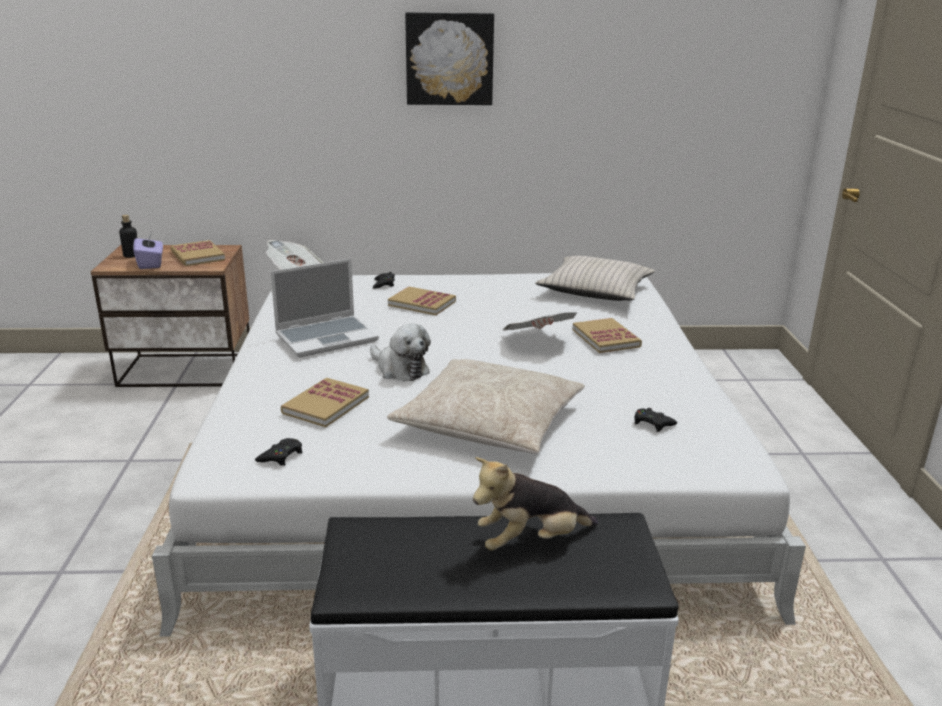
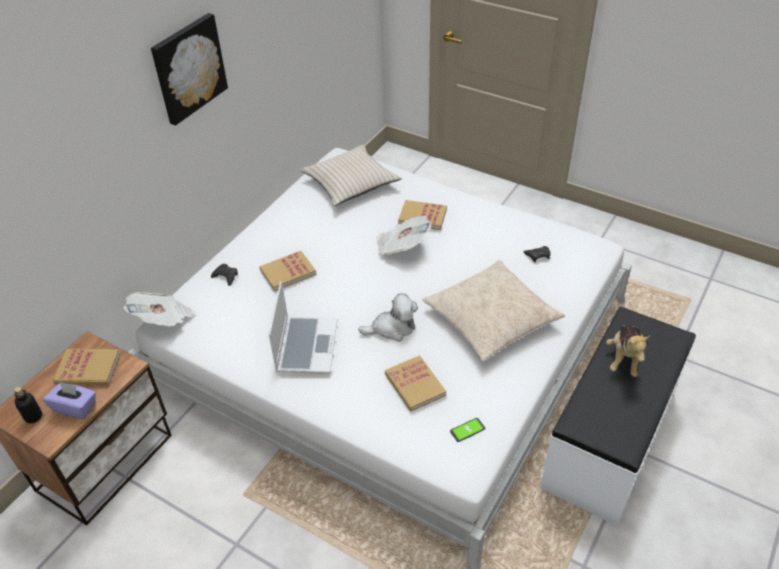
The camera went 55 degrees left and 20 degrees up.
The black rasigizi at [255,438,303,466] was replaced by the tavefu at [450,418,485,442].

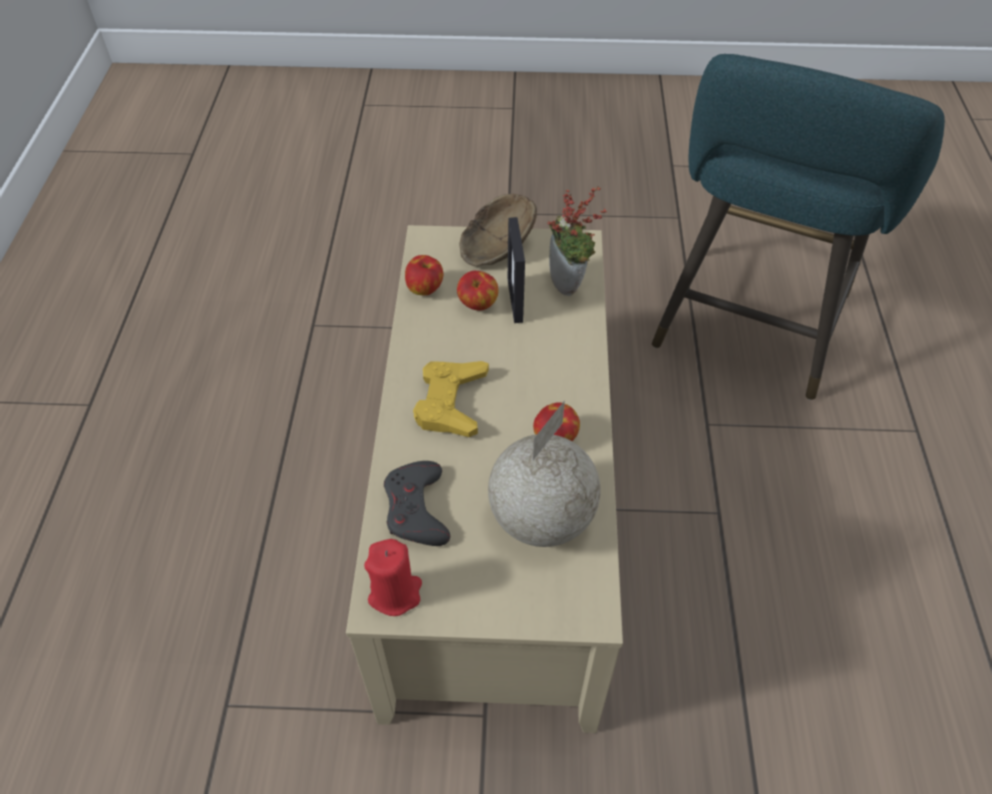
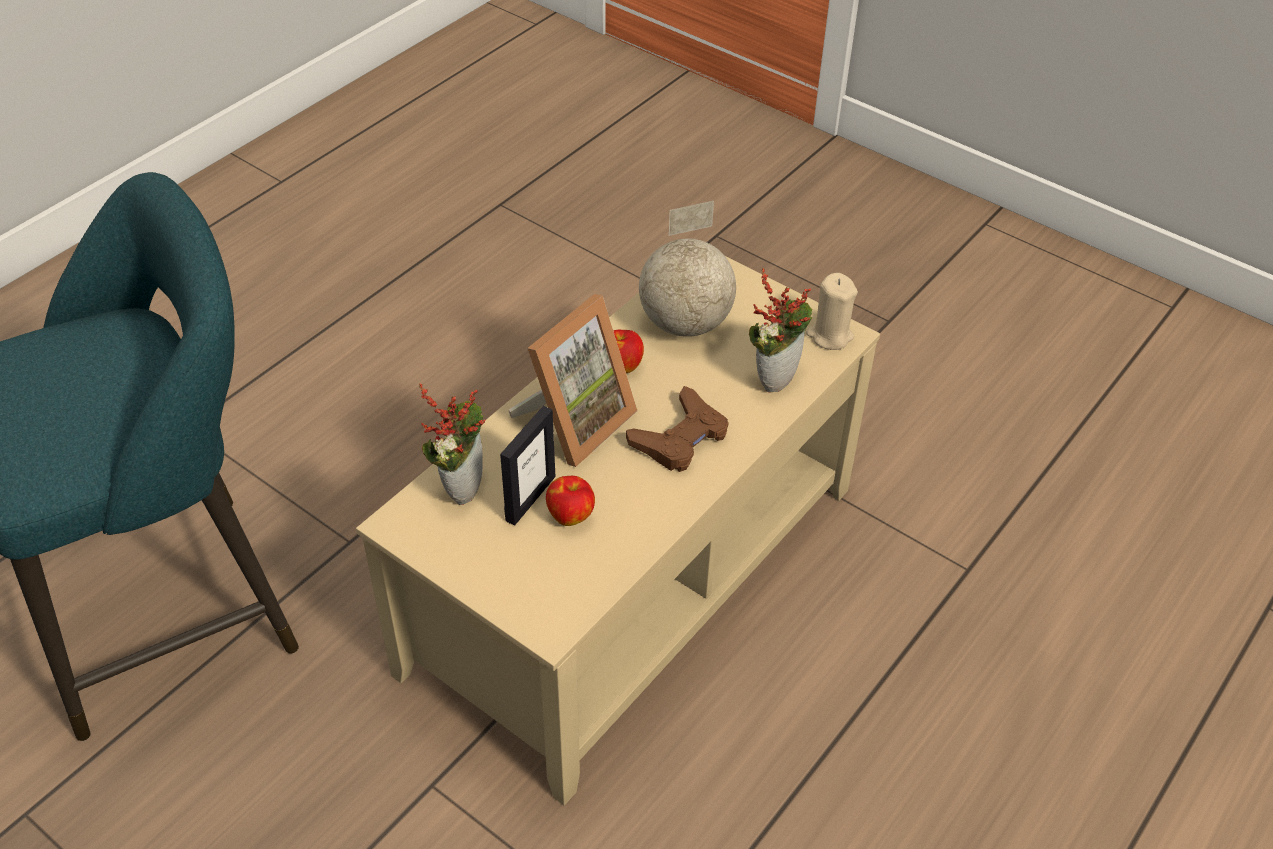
The camera went 145 degrees left and 5 degrees down.
The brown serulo at [460,194,537,266] disappeared.
The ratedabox at [405,255,443,295] disappeared.
The yellow rasigizi at [413,361,489,437] became the brown rasigizi at [626,386,729,472].
The grey rasigizi at [384,461,450,546] was replaced by the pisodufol at [749,268,812,393].
The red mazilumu at [364,539,422,616] became the beige mazilumu at [806,273,858,350].
The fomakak at [509,294,637,467] appeared.

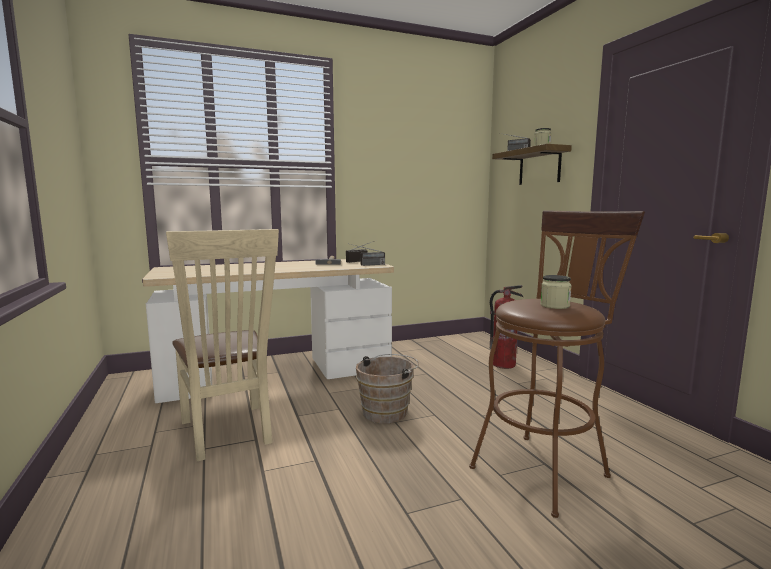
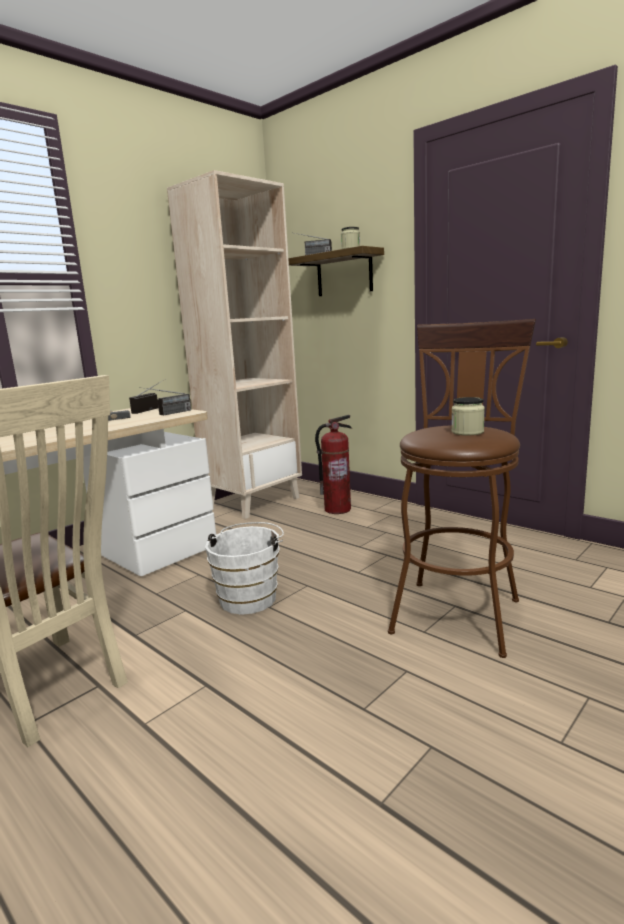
The camera went 25 degrees left and 5 degrees up.
The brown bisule at [356,354,419,423] became the white bisule at [205,522,284,615].
The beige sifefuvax at [167,170,302,519] appeared.

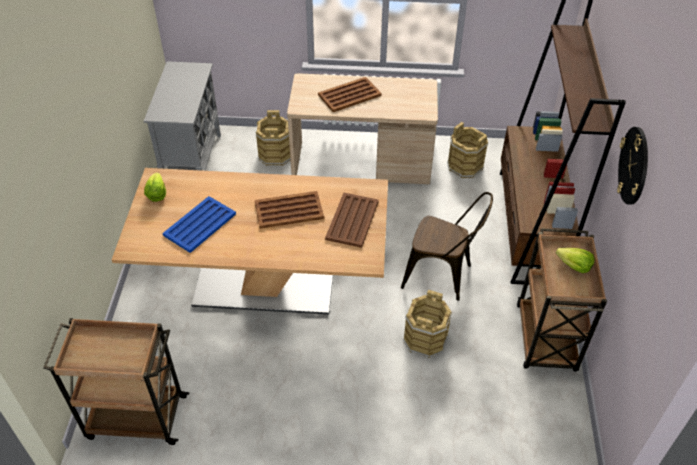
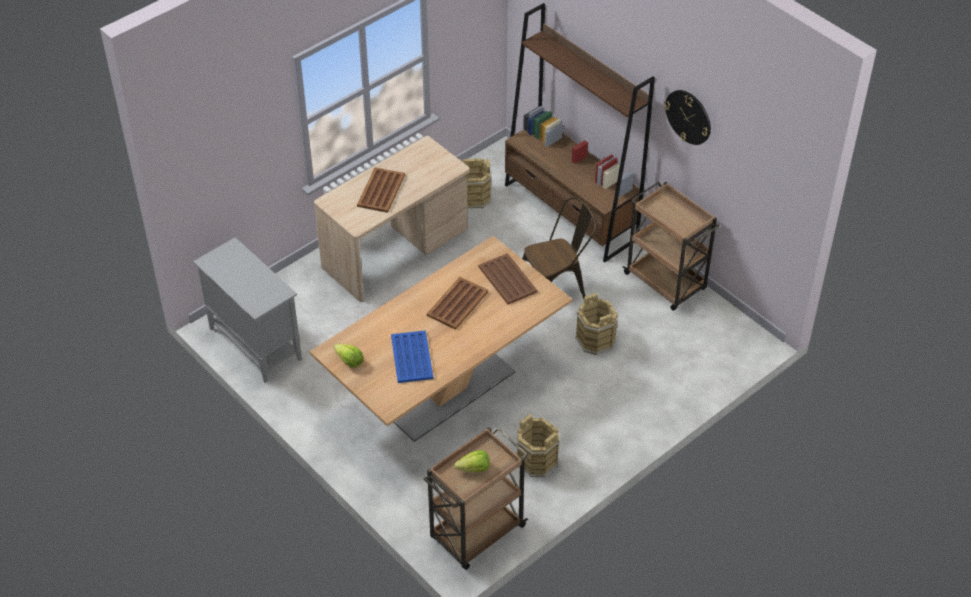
The camera went 45 degrees left and 0 degrees up.
The brown bisule moved from [256,110,290,166] to [516,414,560,477].
The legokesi moved from [556,248,595,273] to [454,450,490,472].

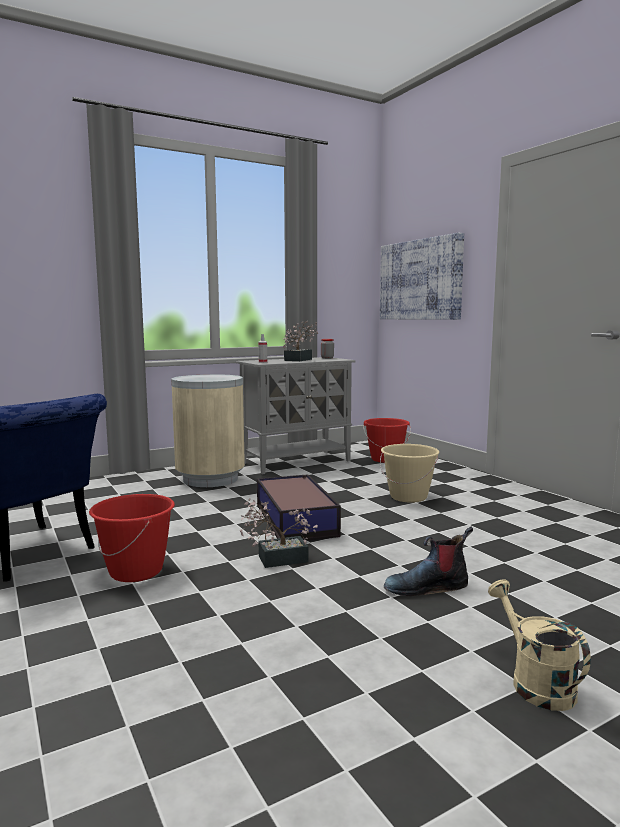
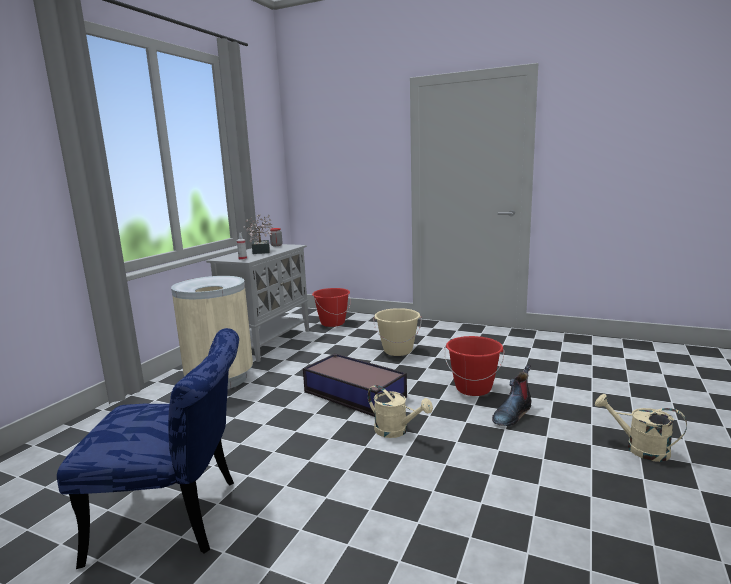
The camera went 35 degrees left and 5 degrees up.
The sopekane at [380,233,464,320] disappeared.
The red bisule moved from [89,494,175,582] to [445,336,504,396].
The pisodufol at [240,498,318,568] was replaced by the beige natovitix at [368,385,433,438].

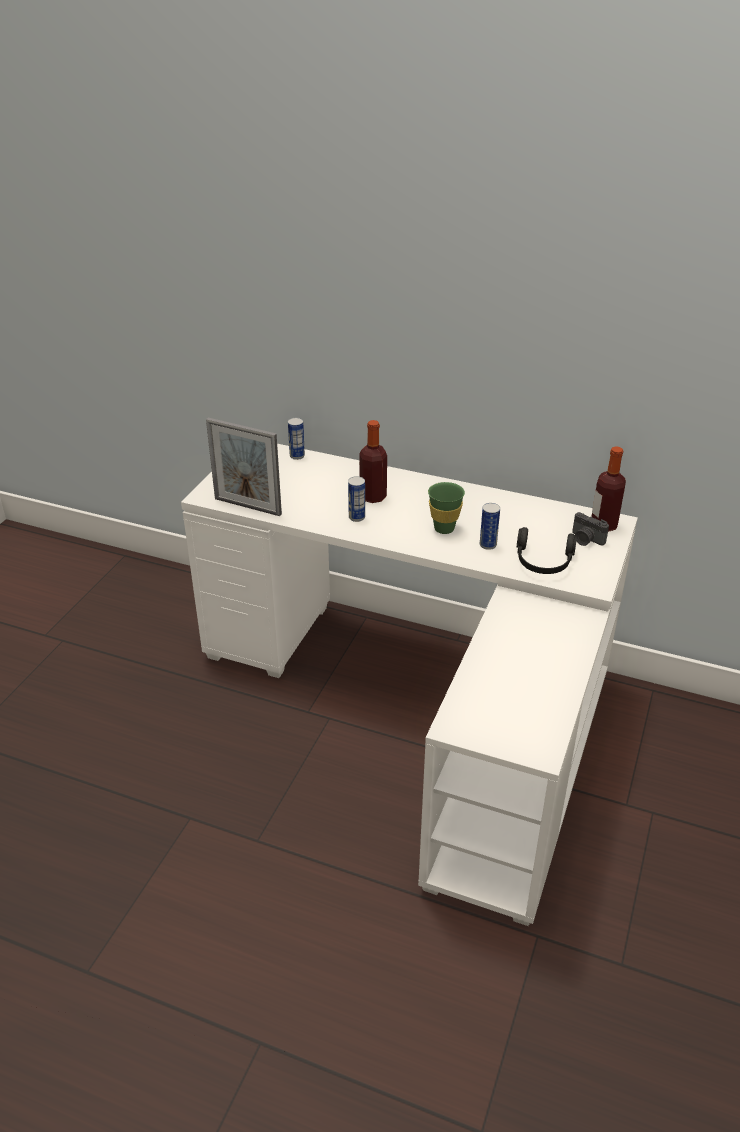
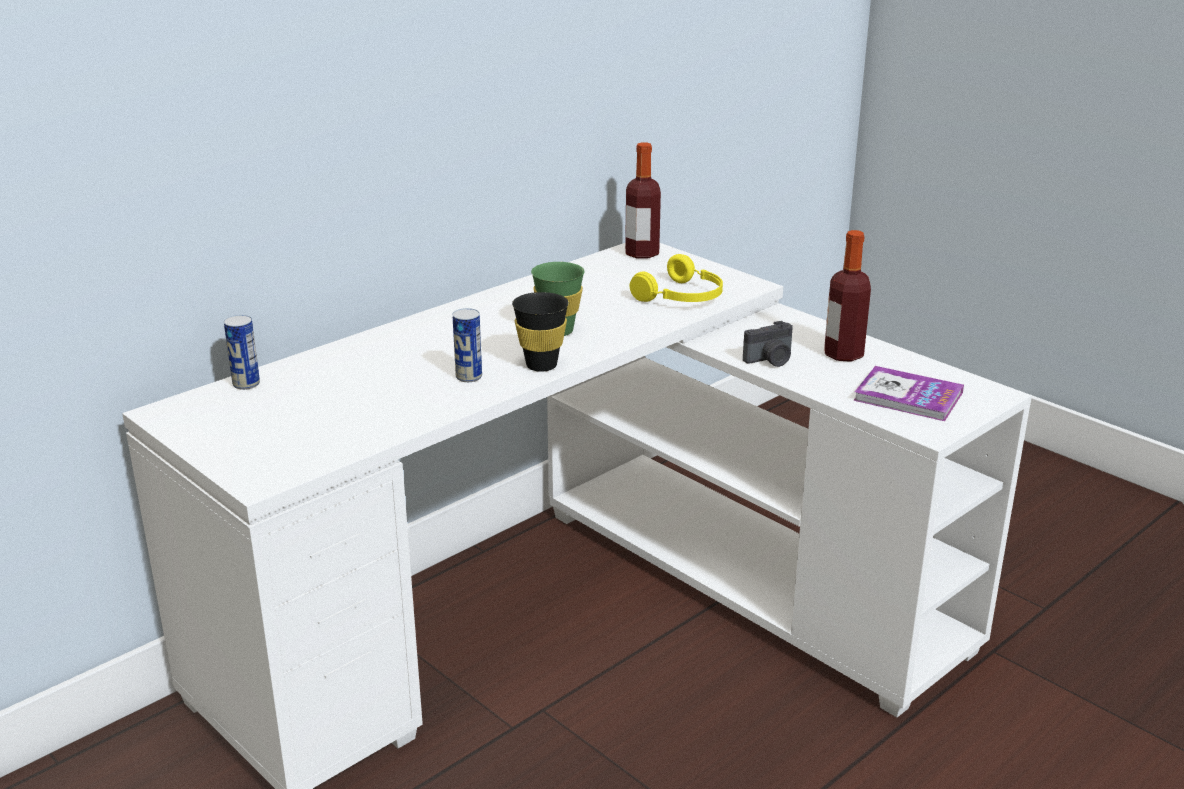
The camera went 65 degrees left and 10 degrees down.
The fomakak at [206,418,282,516] disappeared.
The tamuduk moved from [359,420,387,503] to [824,230,871,362].
The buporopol at [480,503,500,550] disappeared.
The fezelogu moved from [572,512,609,546] to [743,321,793,367].
The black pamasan at [517,527,577,574] became the yellow pamasan at [630,254,723,302].
The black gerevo at [512,292,569,372] appeared.
The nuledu at [853,366,964,421] appeared.

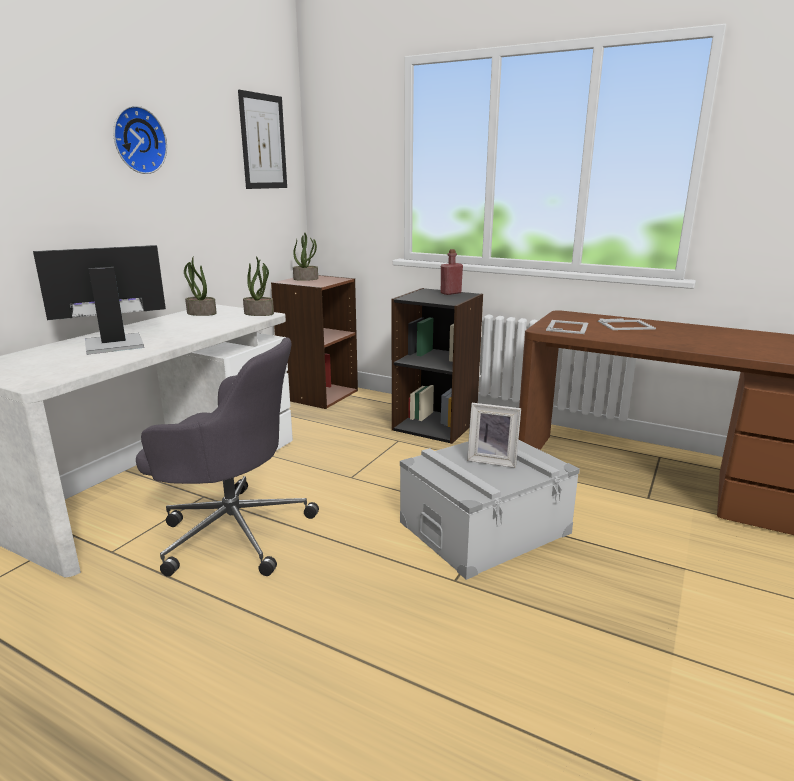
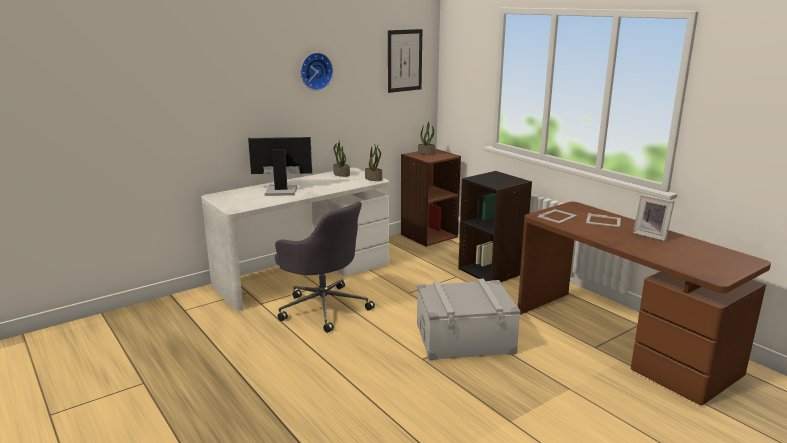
The camera went 25 degrees right and 0 degrees up.
The red tamuduk at [440,249,463,295] disappeared.
The fomakak moved from [467,403,521,468] to [633,194,675,241].

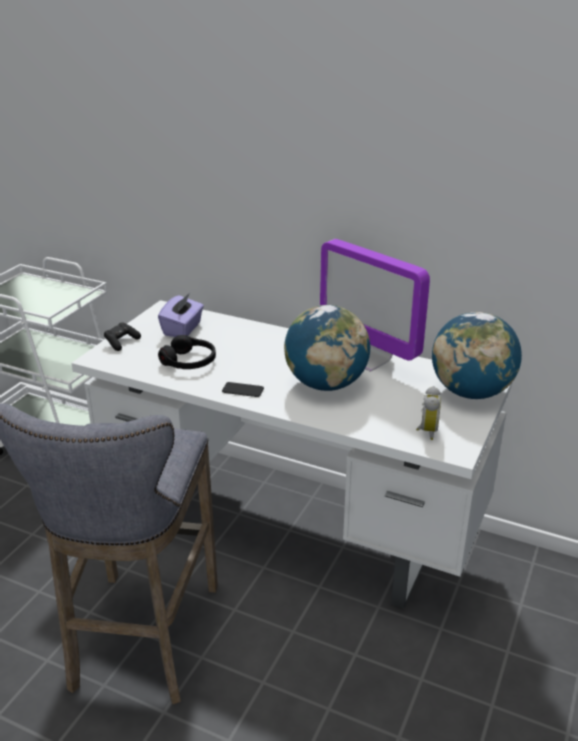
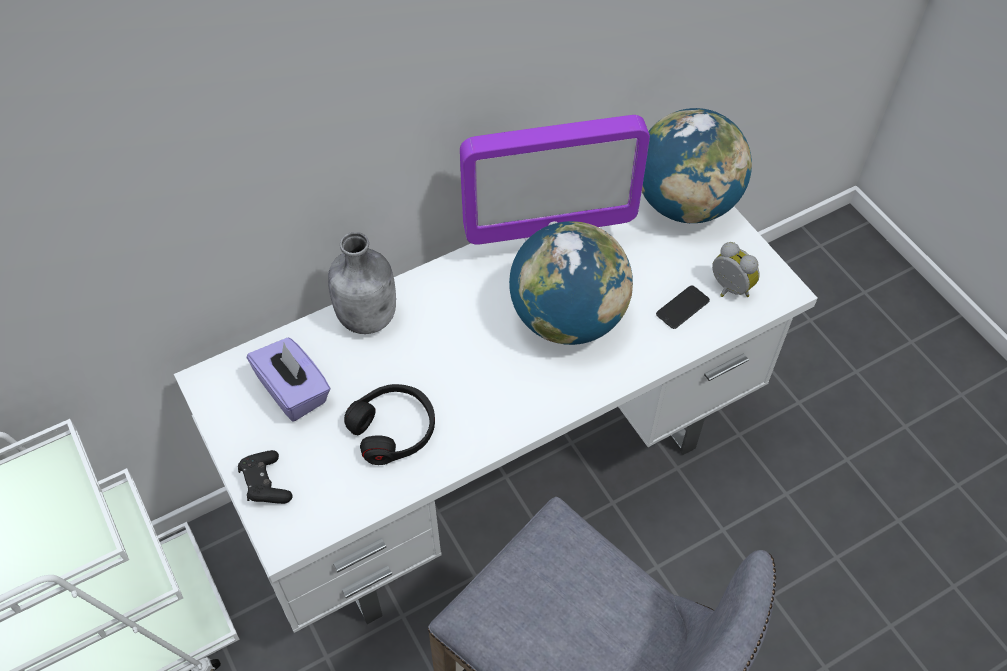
The camera went 55 degrees left and 25 degrees up.
The tavefu moved from [222,382,264,397] to [656,285,710,329].
The grey tamuduk at [328,232,396,334] appeared.

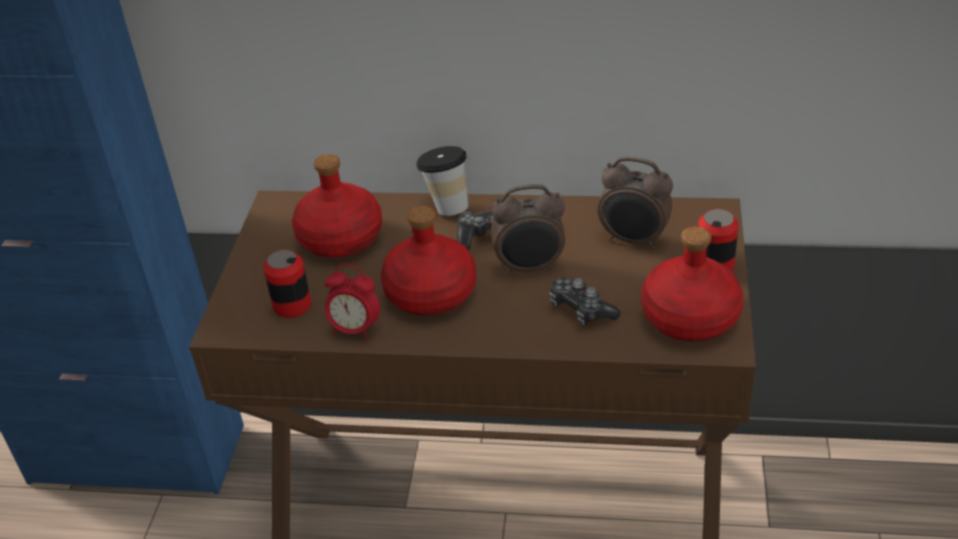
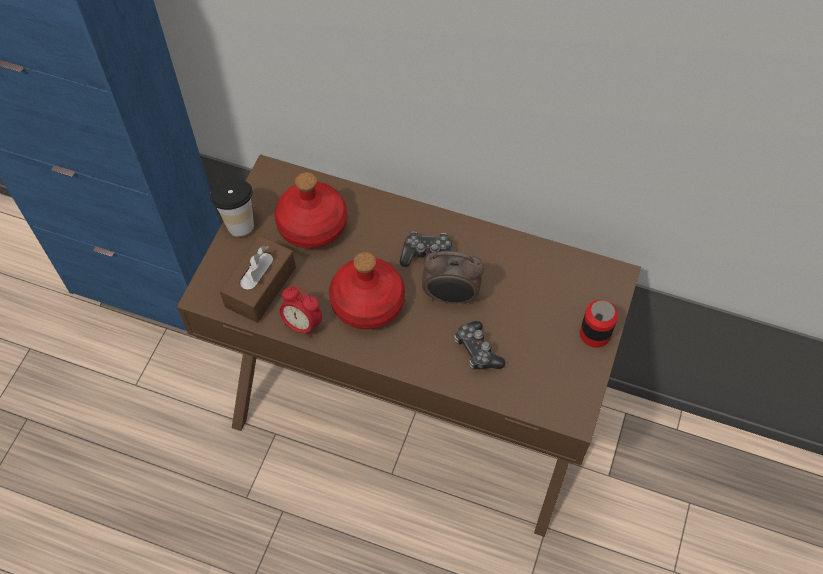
The camera went 10 degrees right and 20 degrees up.
The gerevo moved from [416,146,468,216] to [210,179,254,236].
The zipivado at [598,156,673,249] disappeared.
The red tamuduk at [641,227,743,342] disappeared.
The buporopol at [263,250,311,318] was replaced by the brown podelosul at [220,236,296,323].

